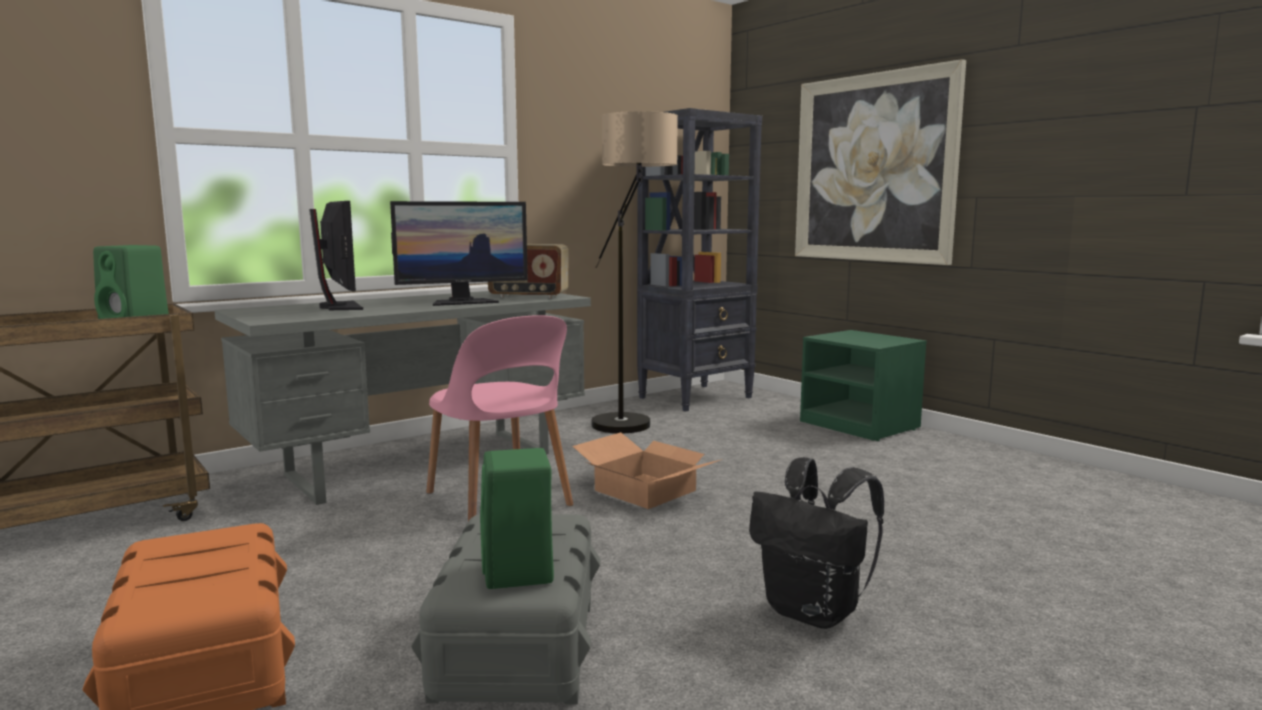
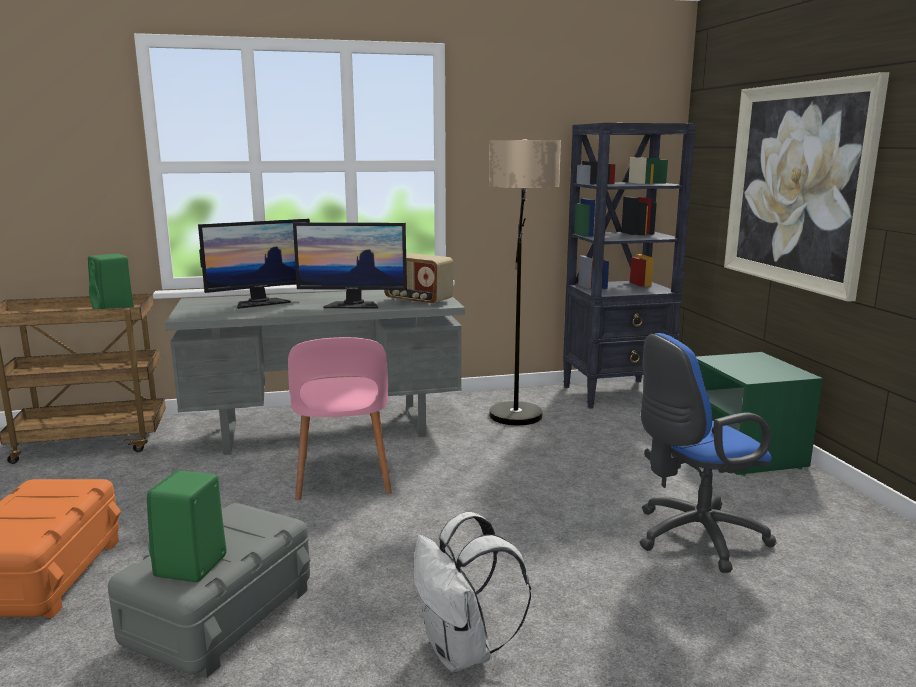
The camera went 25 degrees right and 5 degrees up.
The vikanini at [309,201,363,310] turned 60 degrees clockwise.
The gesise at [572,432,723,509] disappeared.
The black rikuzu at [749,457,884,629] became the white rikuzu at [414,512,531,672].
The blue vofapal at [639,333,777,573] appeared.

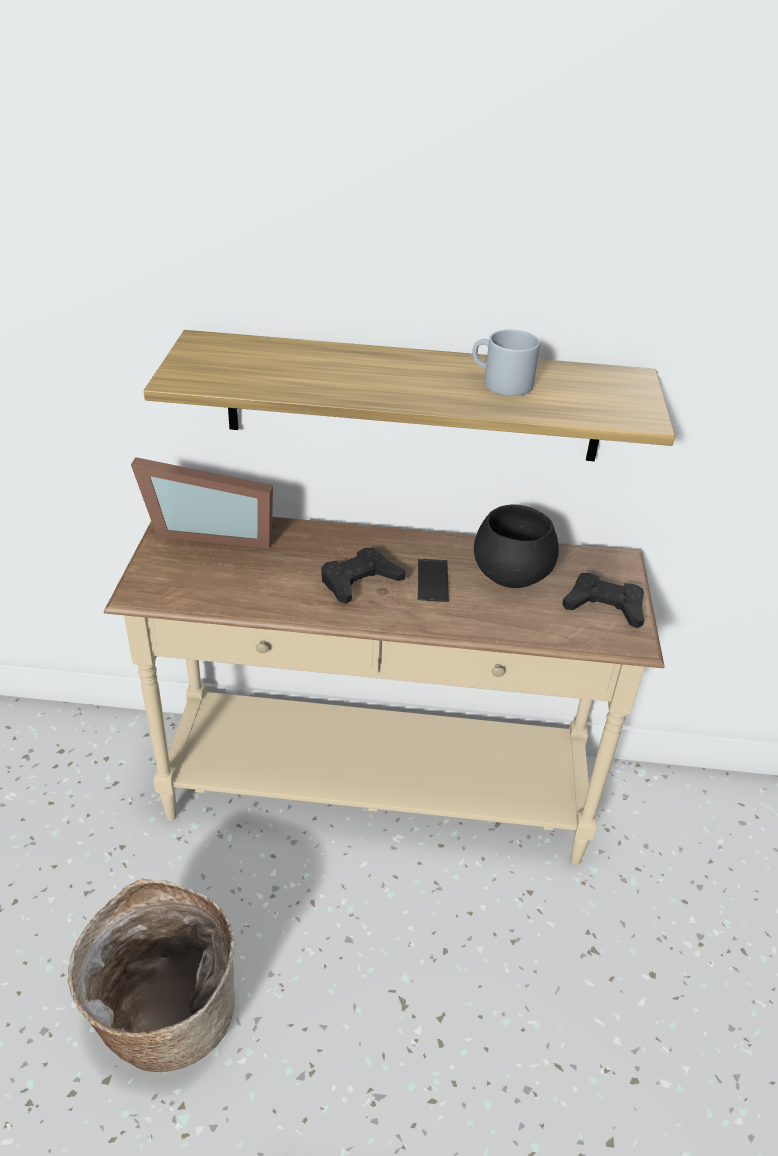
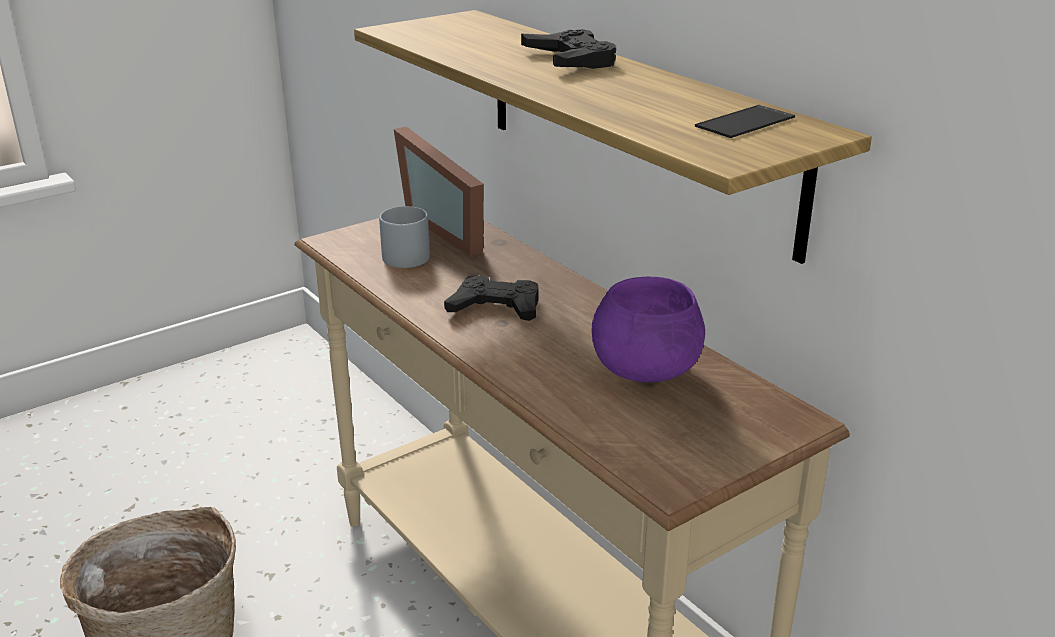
The camera went 50 degrees right and 10 degrees down.
The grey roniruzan moved from [472,330,540,396] to [379,206,430,268].
The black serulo at [474,504,559,588] became the purple serulo at [592,277,705,382].
The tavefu moved from [418,559,449,602] to [695,105,795,138].
The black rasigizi moved from [562,573,644,628] to [521,29,616,69].

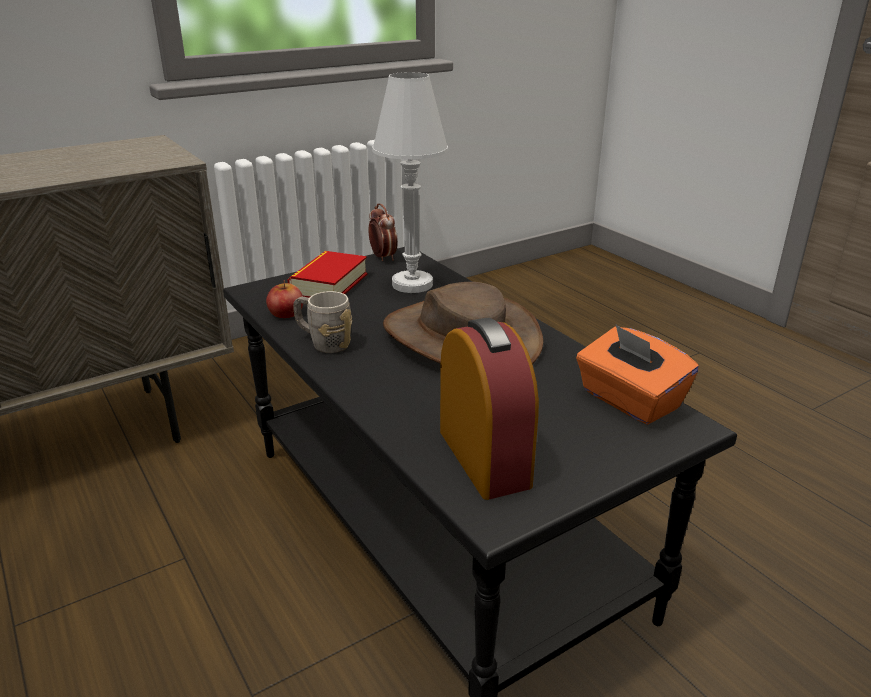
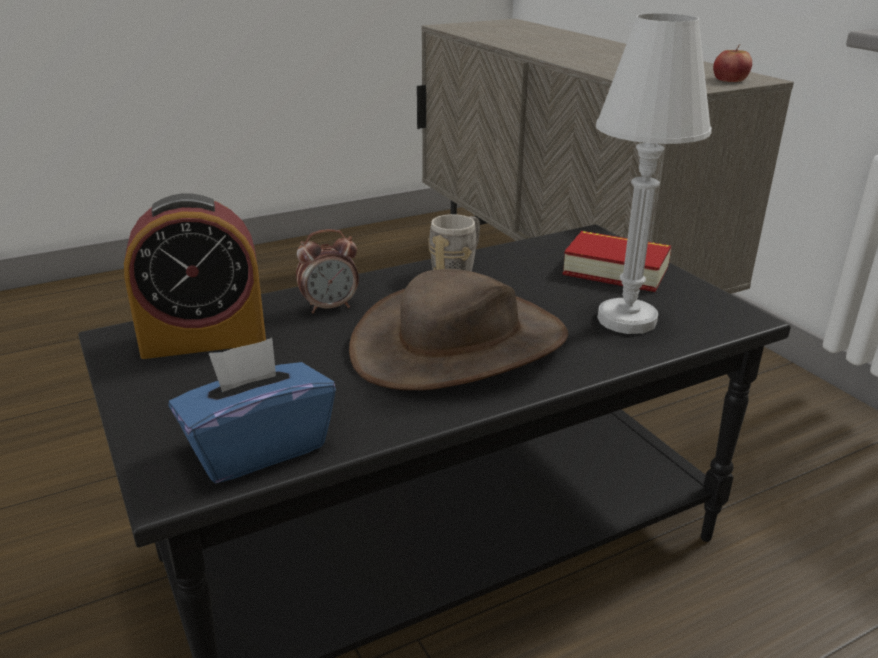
The camera went 95 degrees right and 0 degrees up.
The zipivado moved from [369,203,398,261] to [296,229,359,313].
The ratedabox moved from [266,280,303,318] to [713,45,752,82].
The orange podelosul at [576,325,699,425] became the blue podelosul at [169,338,336,483].

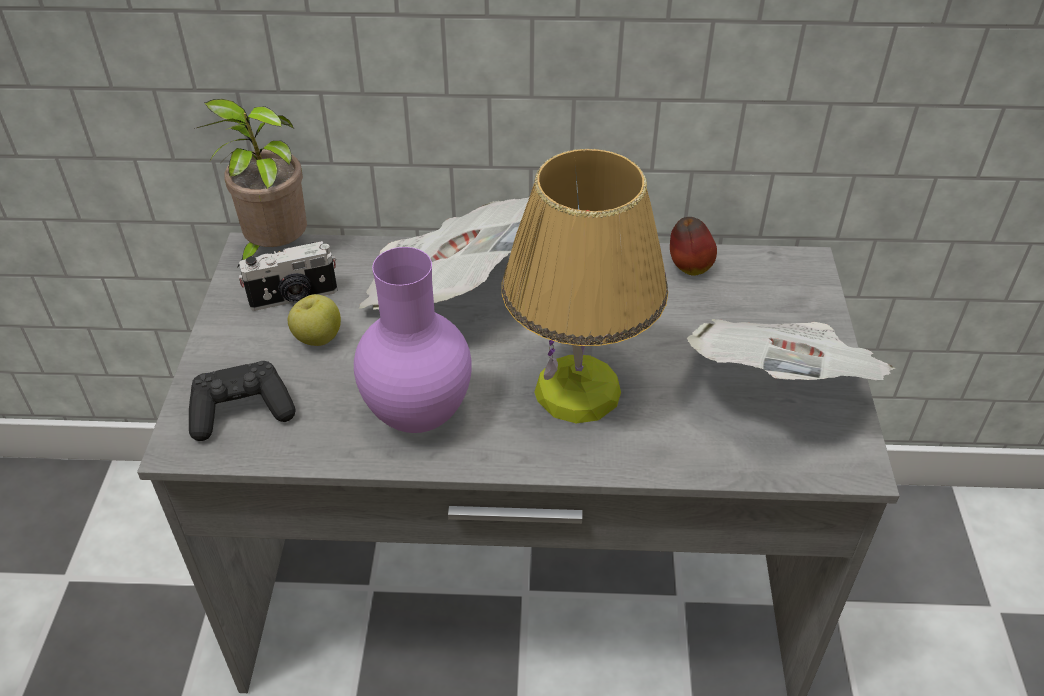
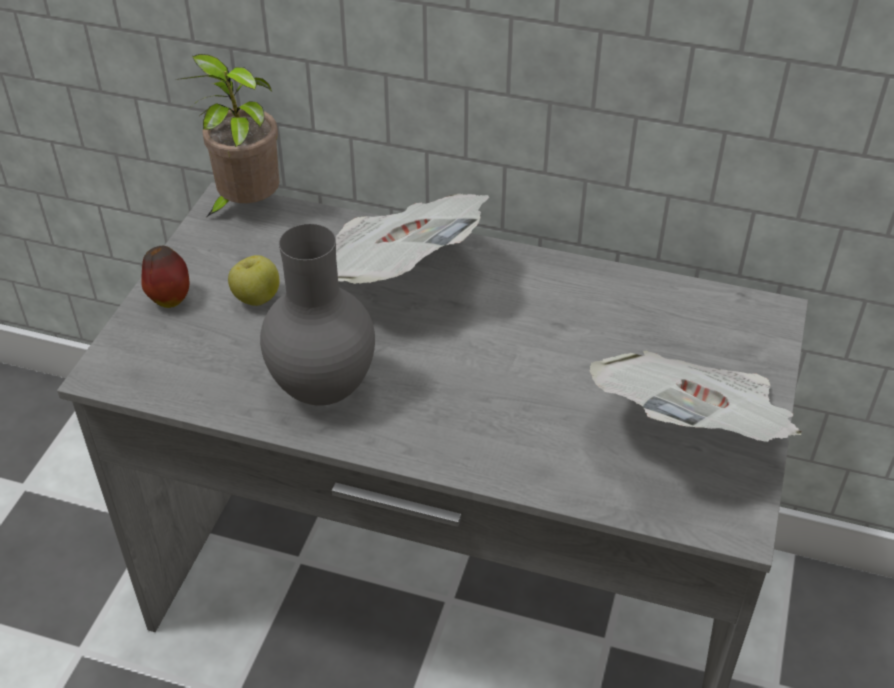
The camera went 15 degrees right and 0 degrees up.
The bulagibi at [502,149,668,423] disappeared.
The ratedabox moved from [670,217,717,276] to [141,246,189,308].
The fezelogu at [238,241,337,311] disappeared.
The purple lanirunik at [354,247,472,433] became the grey lanirunik at [260,224,375,406].
The black rasigizi at [189,361,296,441] disappeared.

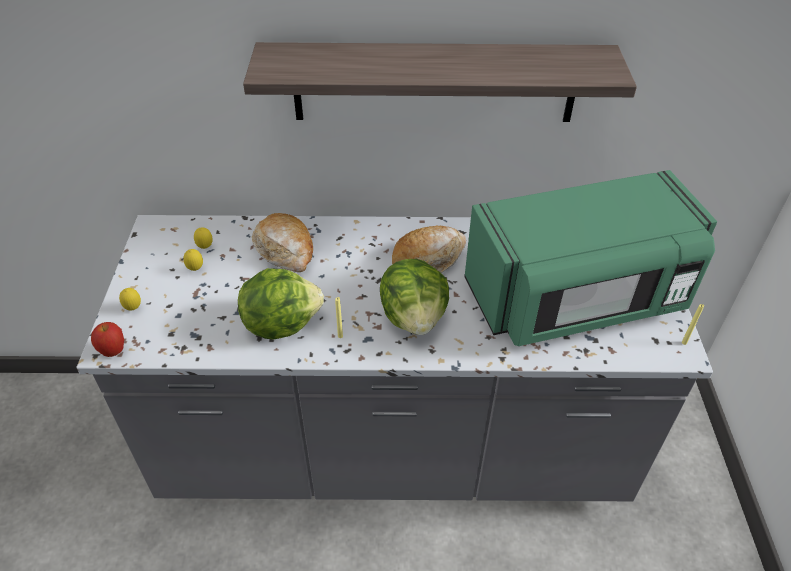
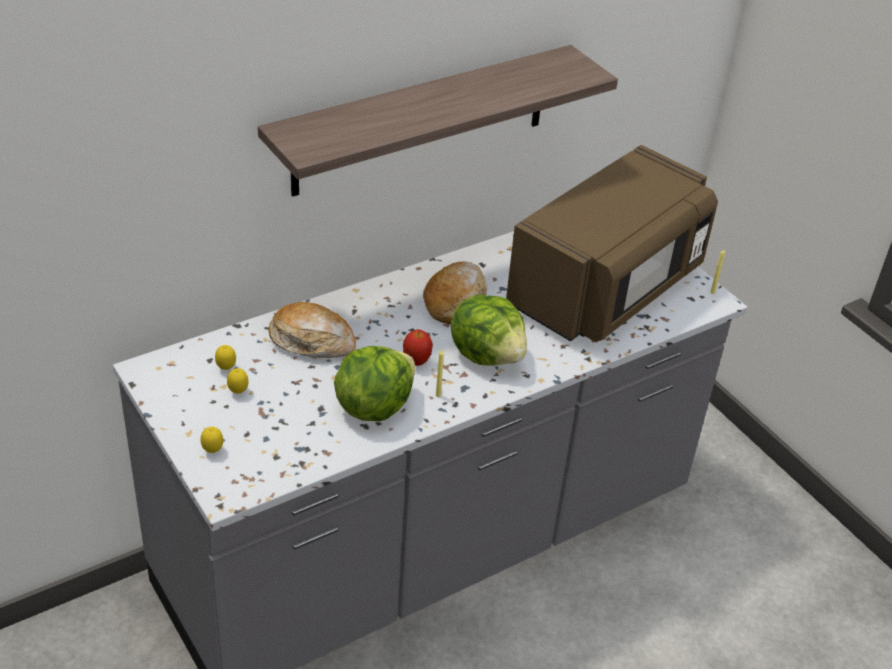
The camera went 35 degrees left and 5 degrees down.
The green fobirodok at [464,170,717,346] became the brown fobirodok at [506,145,718,342].
The ratedabox moved from [91,322,124,357] to [403,329,433,366].

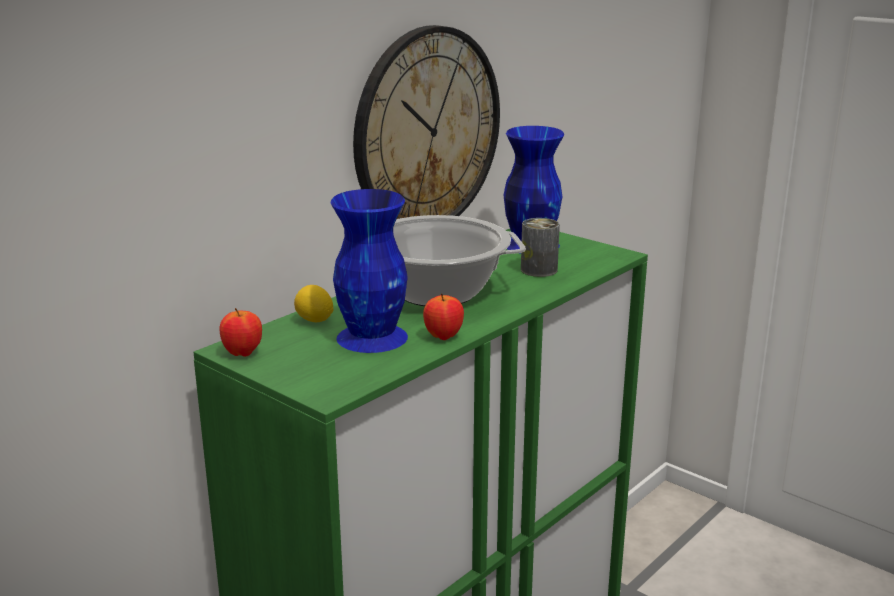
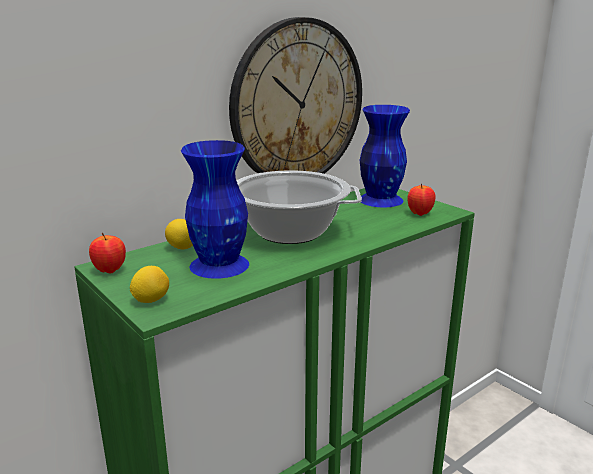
The camera went 10 degrees right and 0 degrees up.
The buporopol at [521,218,560,277] disappeared.
The ratedabox moved from [423,294,464,340] to [407,183,436,216].
The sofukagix at [130,266,169,303] appeared.

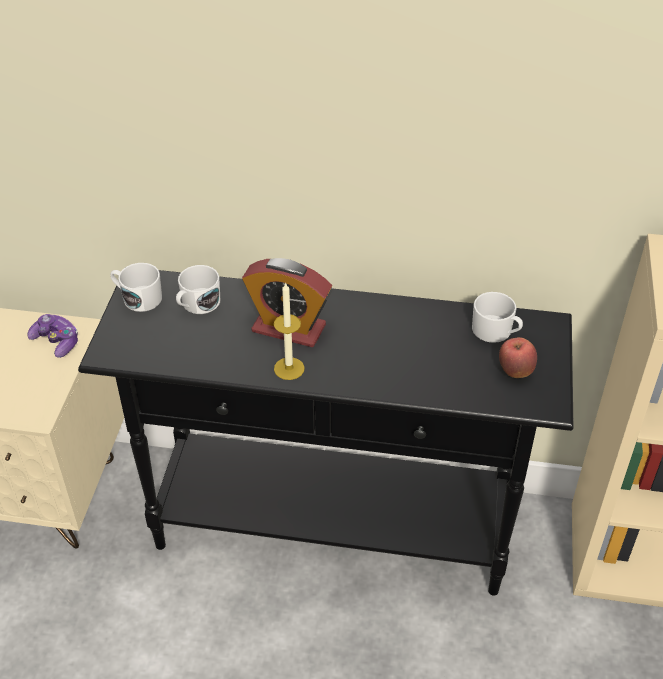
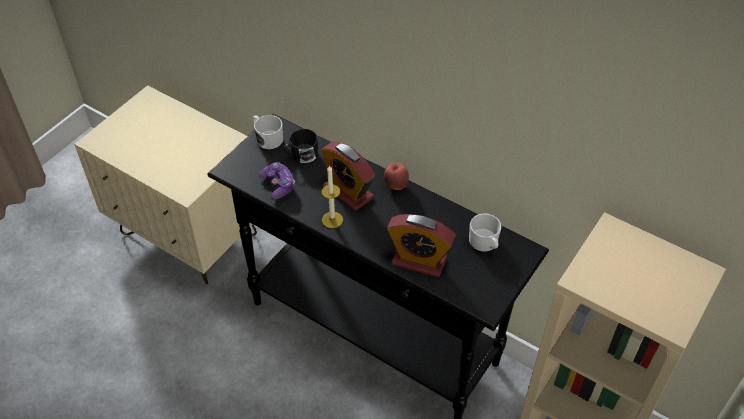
The camera went 25 degrees right and 5 degrees up.
The white roniruzan at [176,265,220,314] became the black roniruzan at [283,129,318,163].
The rasigizi moved from [27,314,78,358] to [259,162,295,199].
The ratedabox moved from [499,337,537,378] to [384,162,409,190].
The zipivado at [387,214,456,277] appeared.

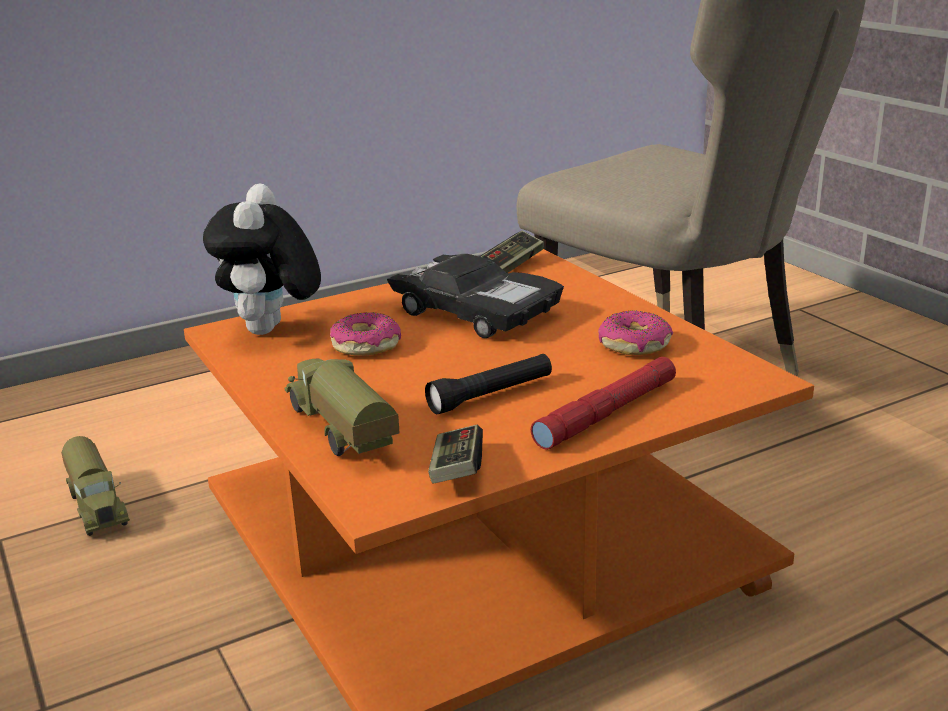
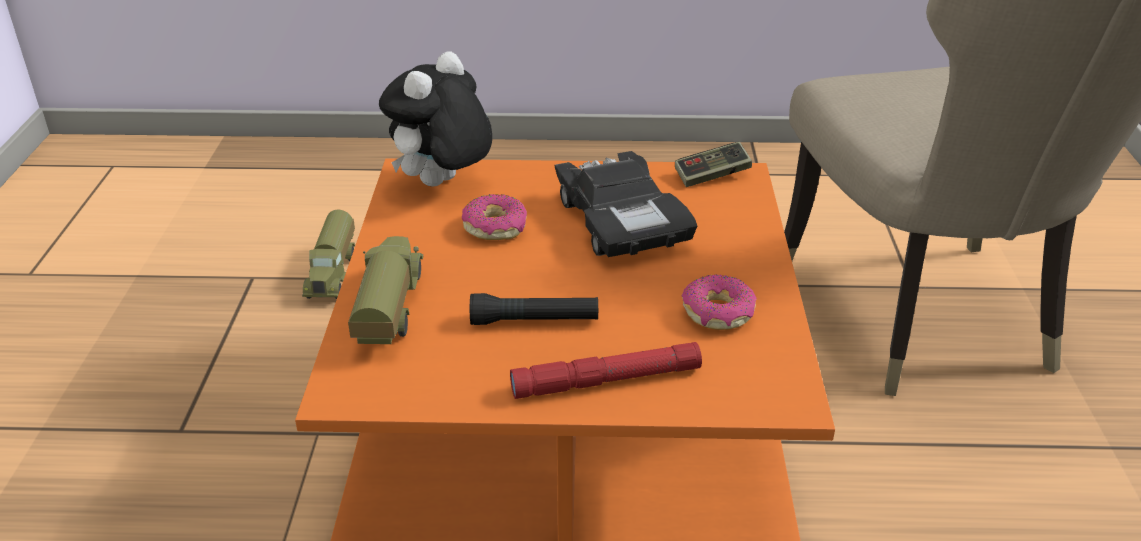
The camera went 30 degrees right and 10 degrees up.
The rasigizi at [428,425,483,484] disappeared.

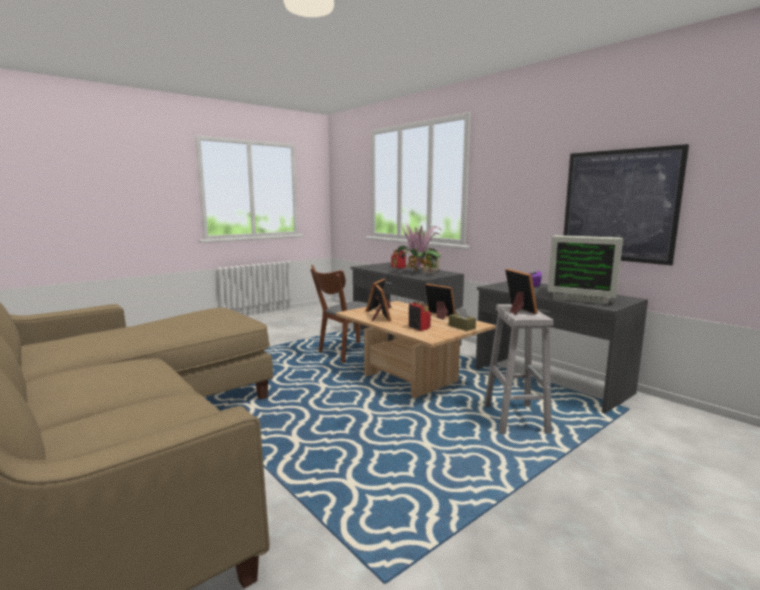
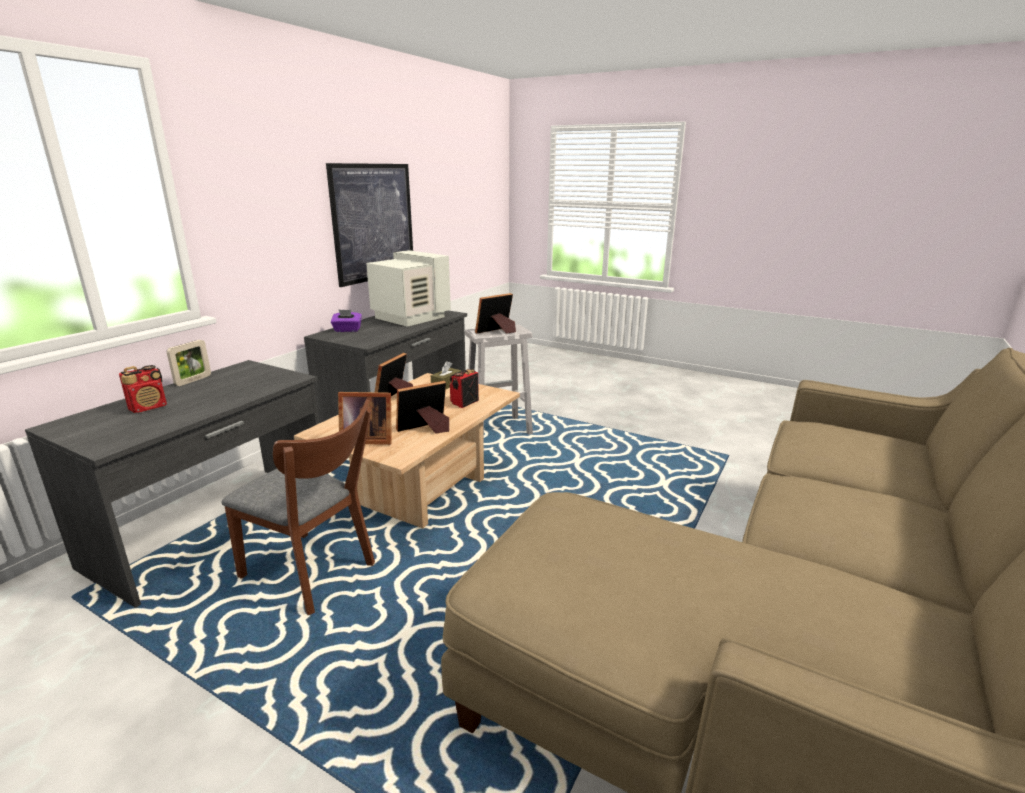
The camera went 110 degrees left and 10 degrees up.
The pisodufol at [396,223,443,276] disappeared.
The vikanini at [548,235,623,304] turned 60 degrees counterclockwise.

